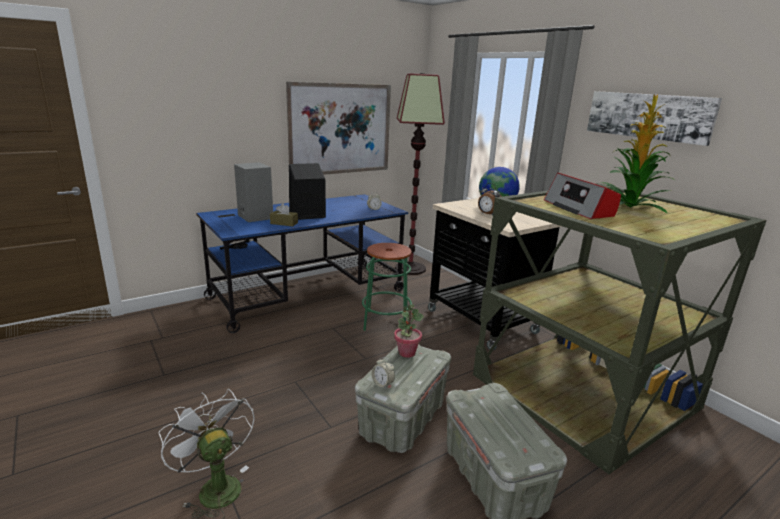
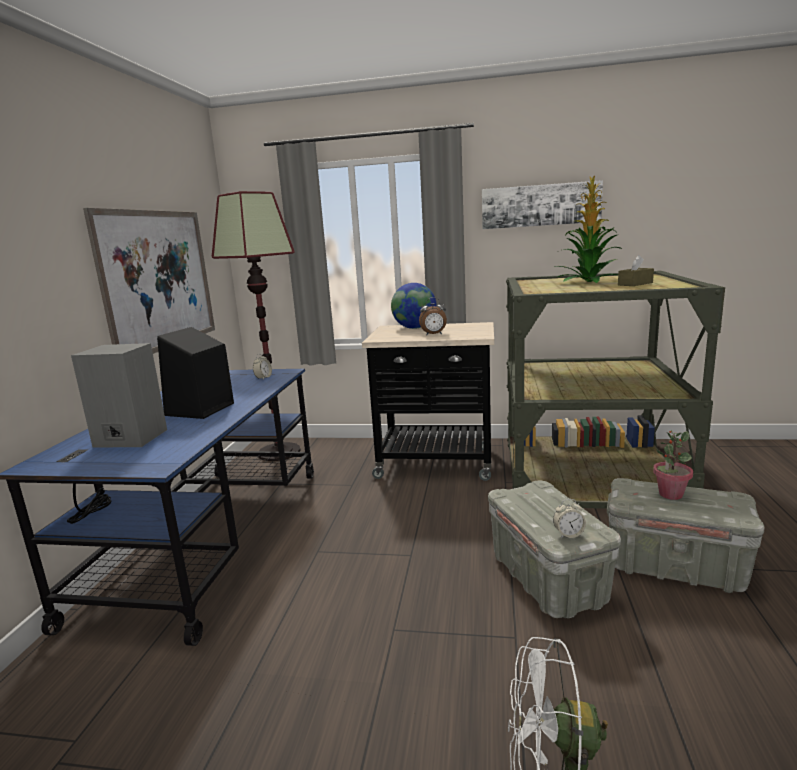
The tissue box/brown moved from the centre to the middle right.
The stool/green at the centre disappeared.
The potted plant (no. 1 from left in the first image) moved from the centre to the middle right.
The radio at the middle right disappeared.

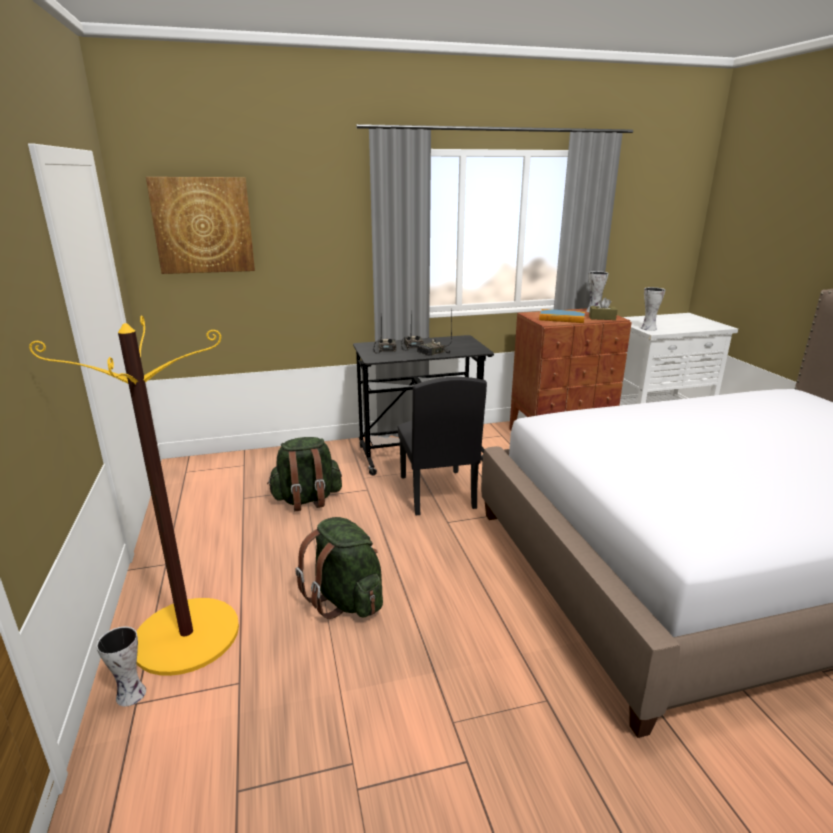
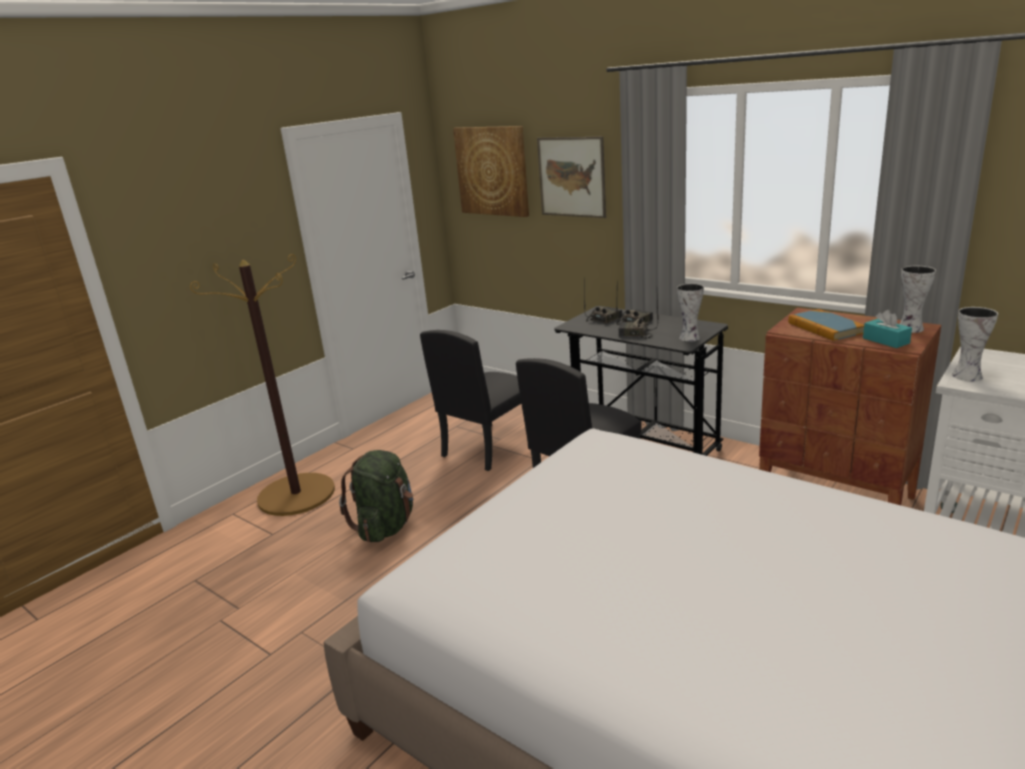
The clothes rack/yellow at the middle left became the clothes rack/brown at the middle left.
The vase (no. 1 from left) moved from the bottom left to the middle right.
The backpack/green (no. 1 from left) at the centre was replaced by the chair/black (no. 1 from left) at the centre.
The tissue box/brown at the middle right became the tissue box/turquoise at the middle right.
The picture (no. 2 from left) at the top centre appeared.

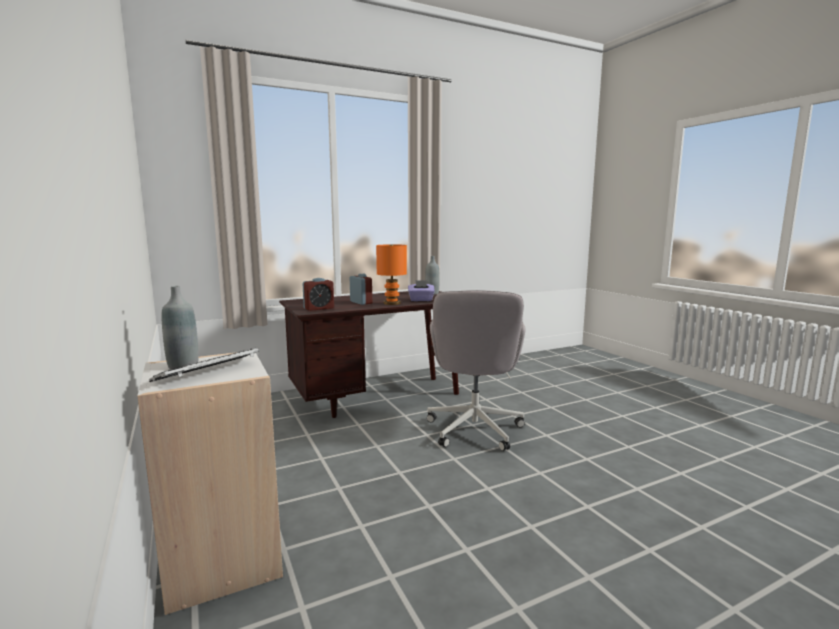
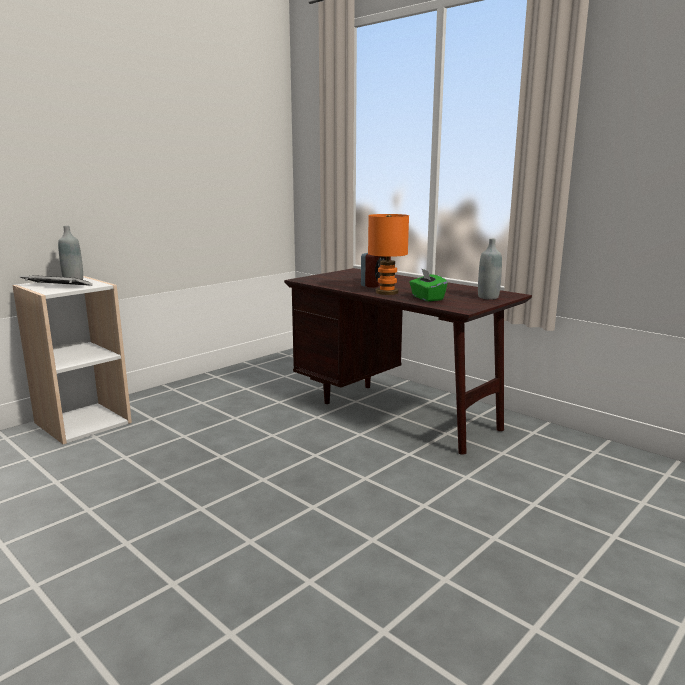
The alarm clock (no. 1 from left) at the centre disappeared.
The tissue box/purple at the centre became the tissue box/green at the centre.
The office chair/grey at the centre disappeared.

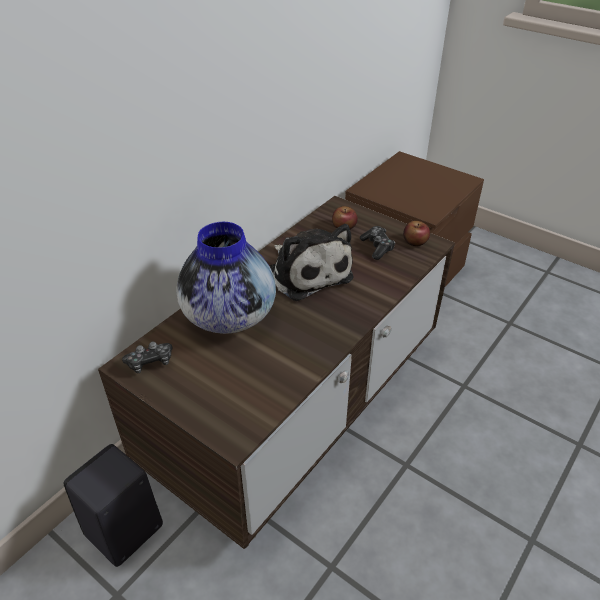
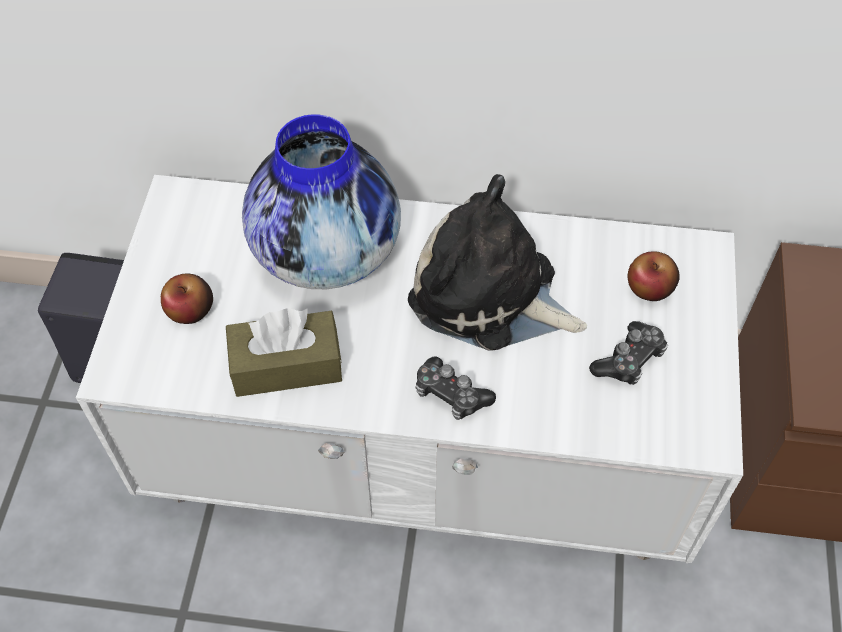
The tv stand/brown at the centre became the tv stand/white at the centre.
The game controller (no. 1 from left) moved from the middle left to the centre.
The plush toy at the centre turned 90 degrees clockwise.
The apple (no. 2 from left in the first image) moved from the middle right to the middle left.
The tissue box/brown at the centre appeared.

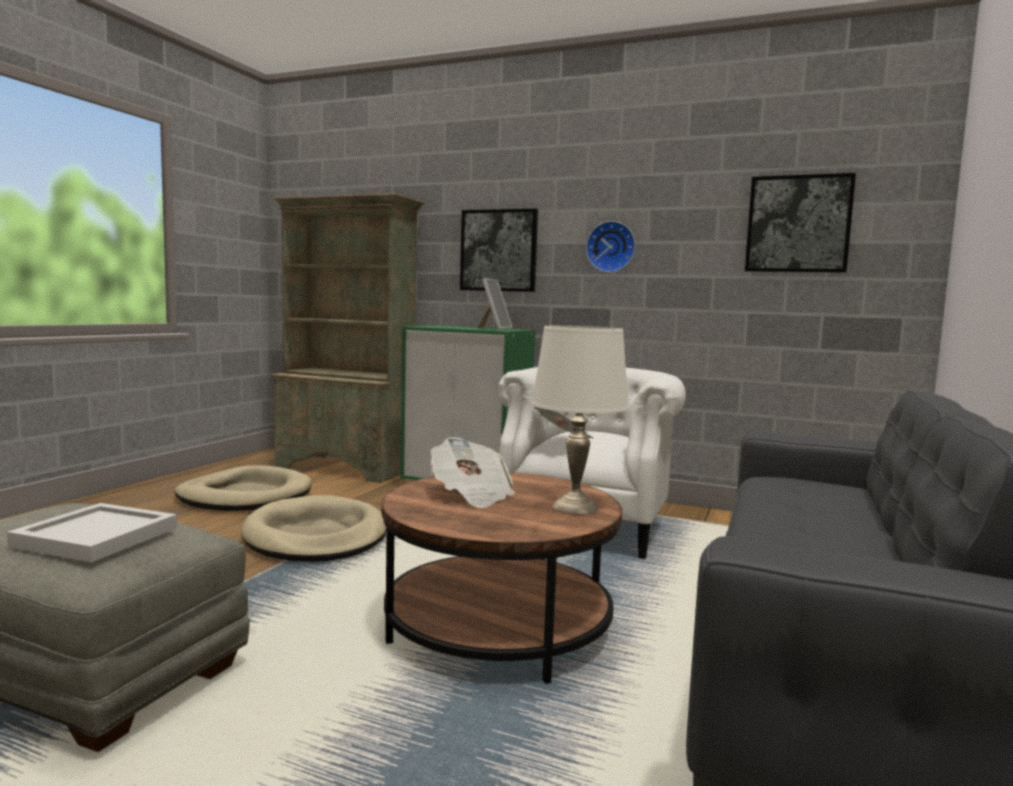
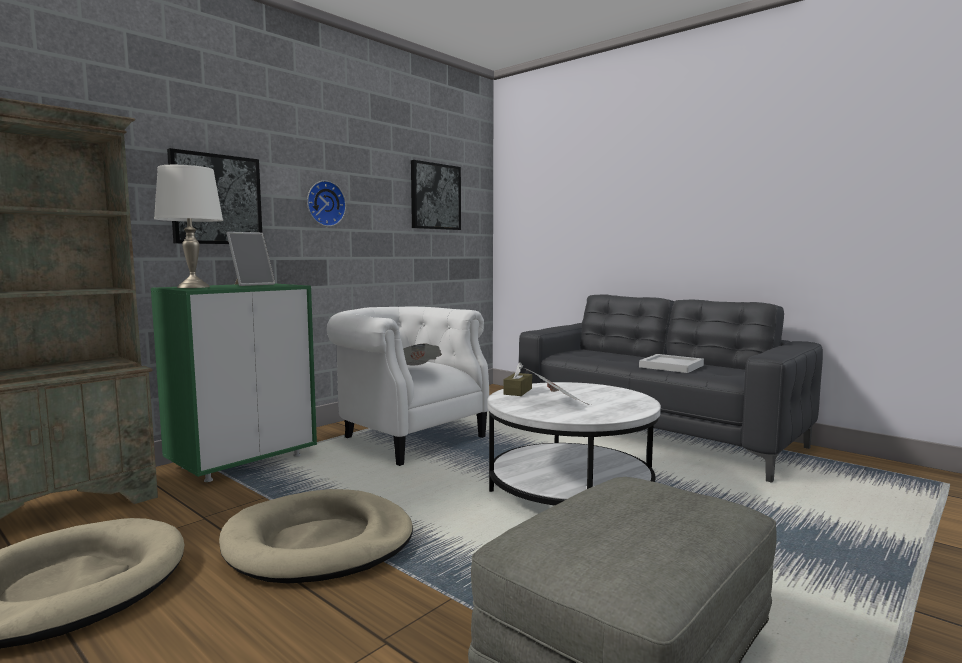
The tray/white moved from the bottom left to the middle right.
The coffee table/brown at the bottom centre became the coffee table/white at the bottom centre.
The picture frame at the centre turned 90 degrees clockwise.
The table lamp/white moved from the centre to the middle left.
The tissue box/brown at the centre appeared.

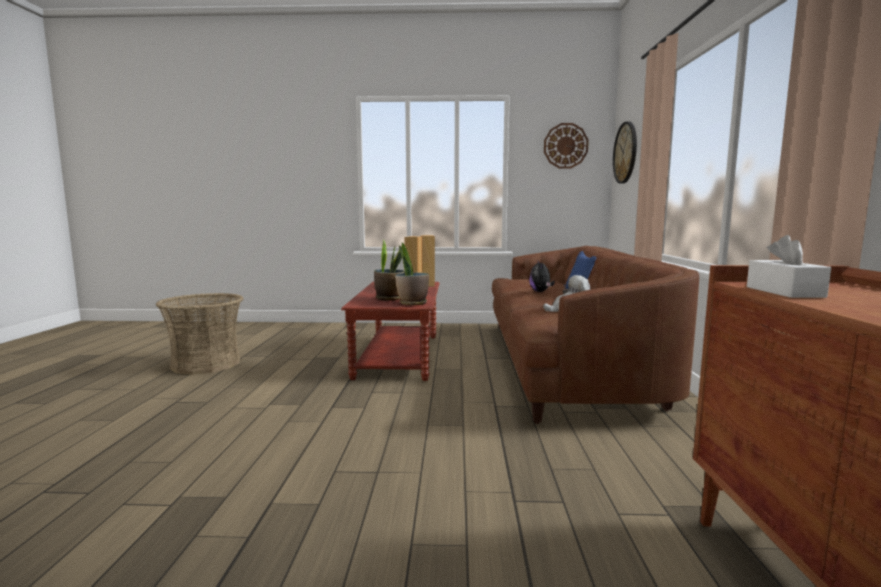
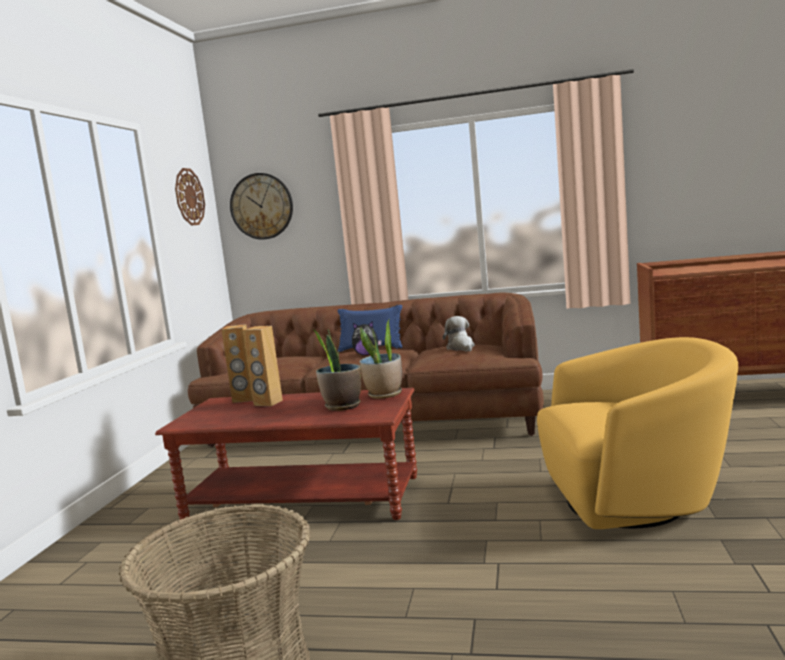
The tissue box/white at the middle right disappeared.
The armchair/yellow at the middle right appeared.

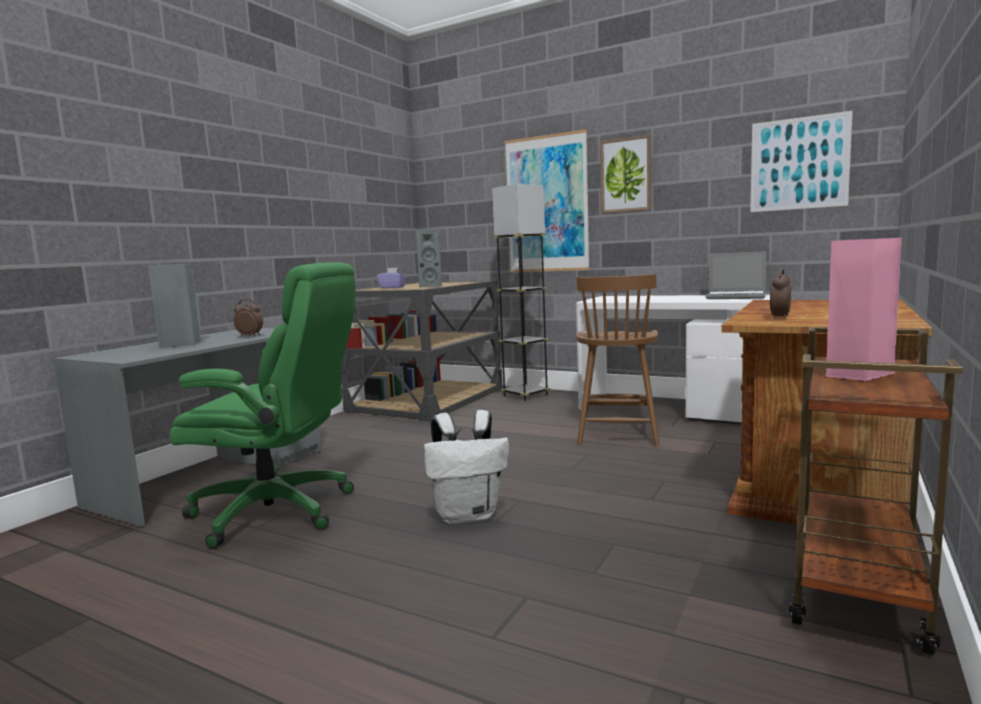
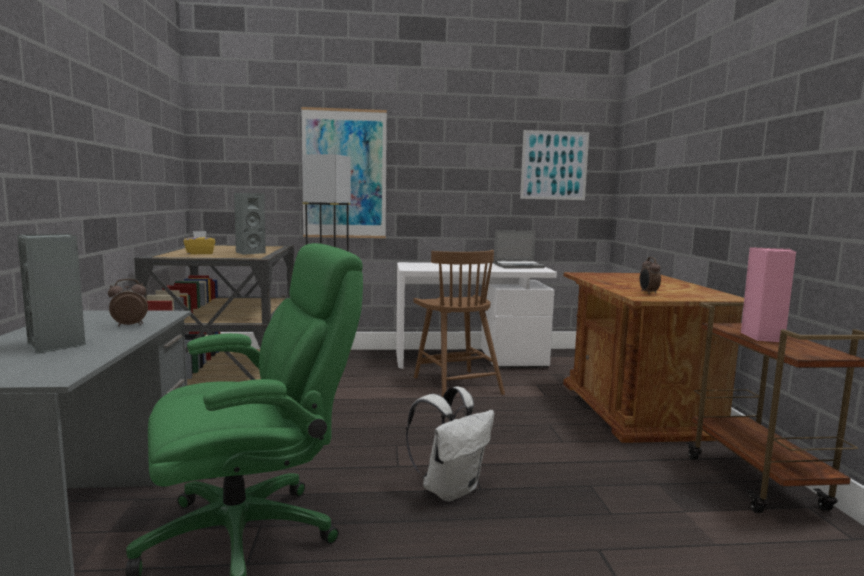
The tissue box/purple at the centre became the tissue box/yellow at the middle left.
The picture (no. 2 from left) at the top centre disappeared.

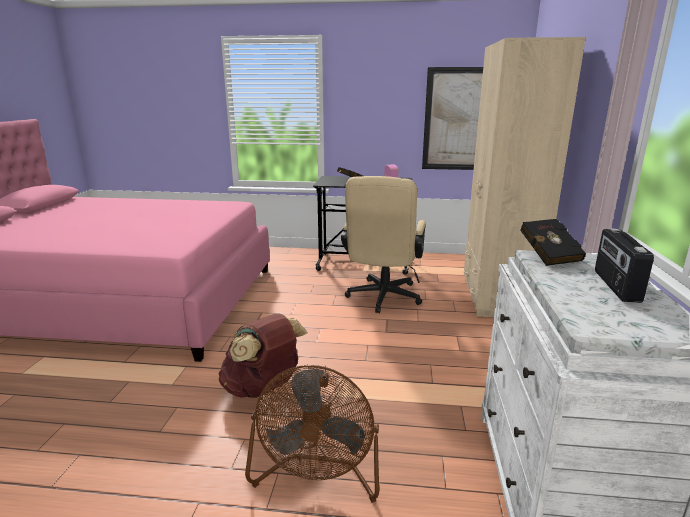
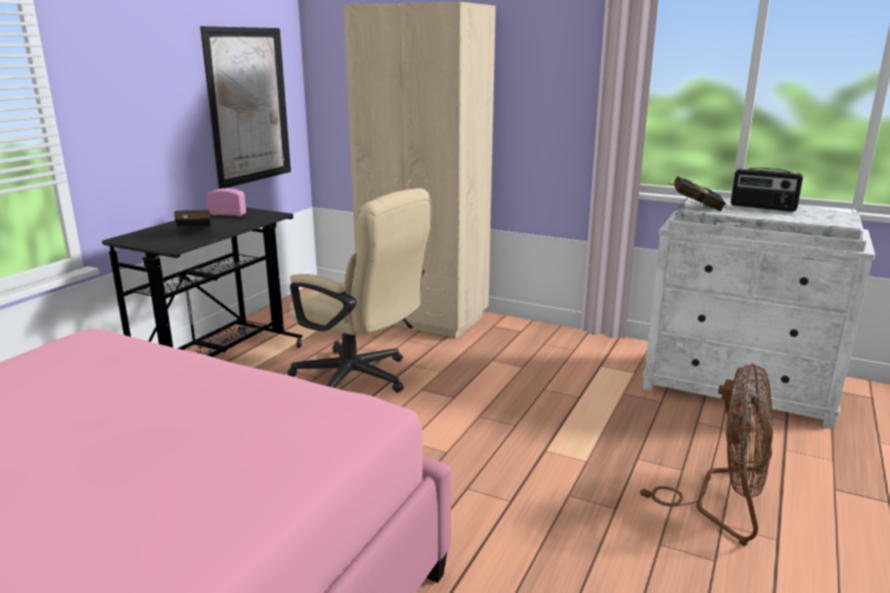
The backpack/brown at the bottom centre disappeared.

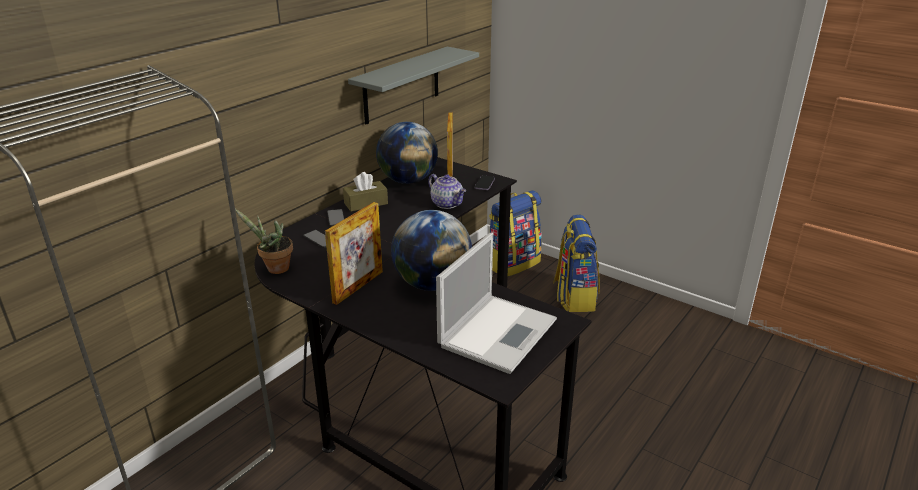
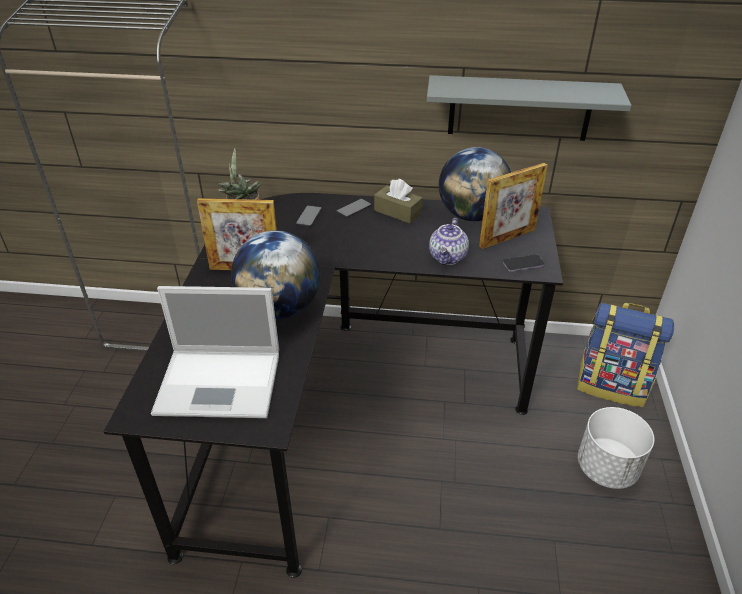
The backpack (no. 2 from left) at the centre was replaced by the planter/white at the bottom right.

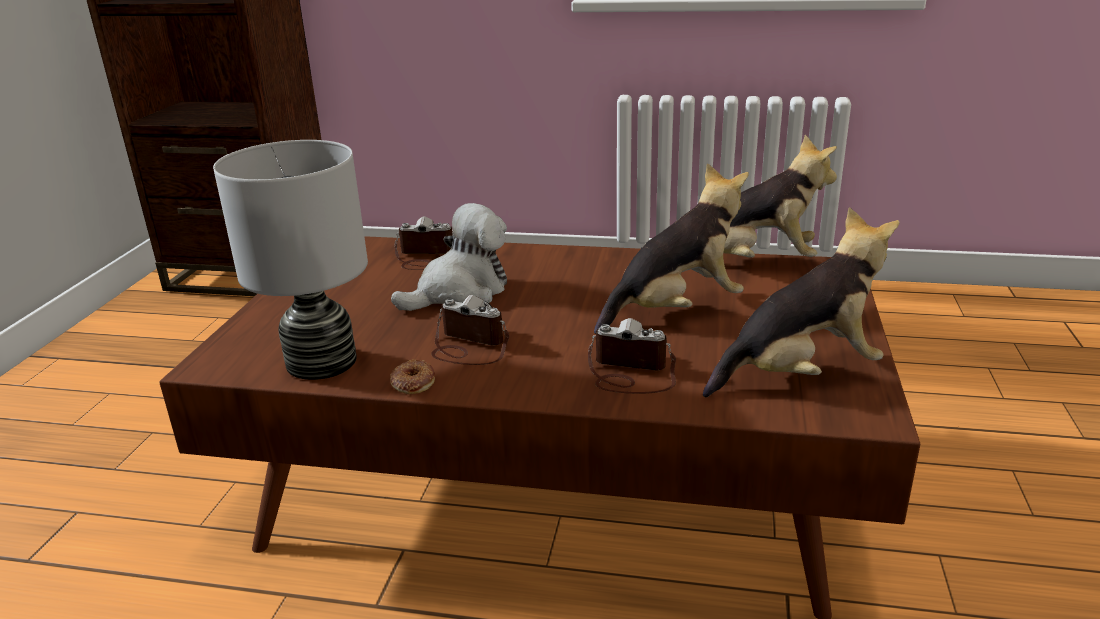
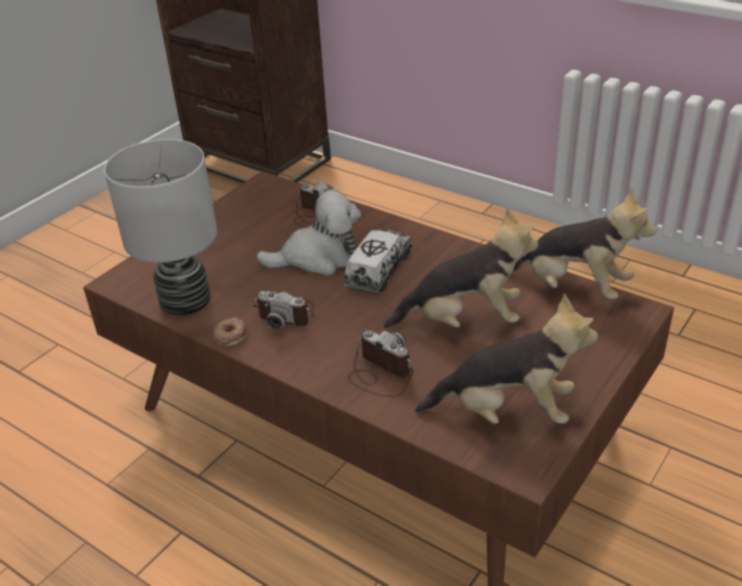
The photo camera (no. 2 from left in the first image) at the centre turned 150 degrees clockwise.
The toy truck at the centre appeared.

